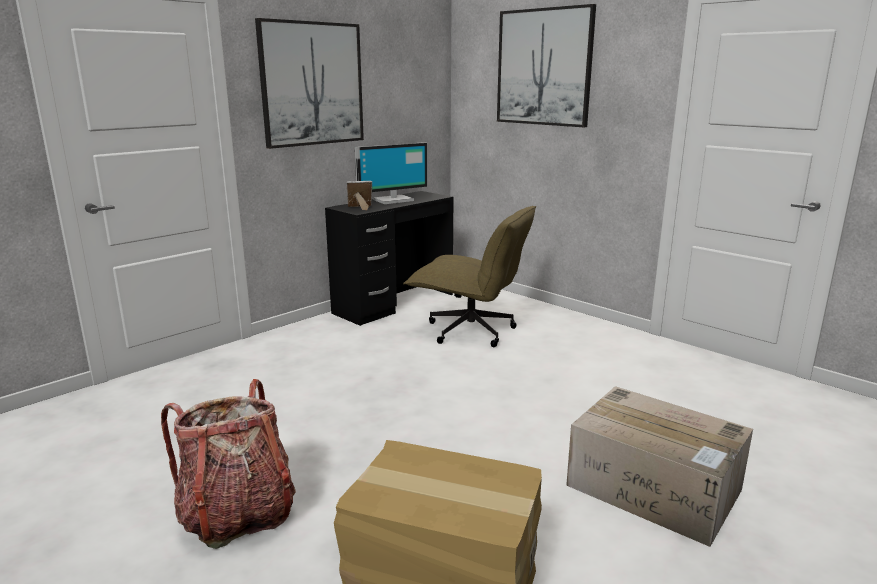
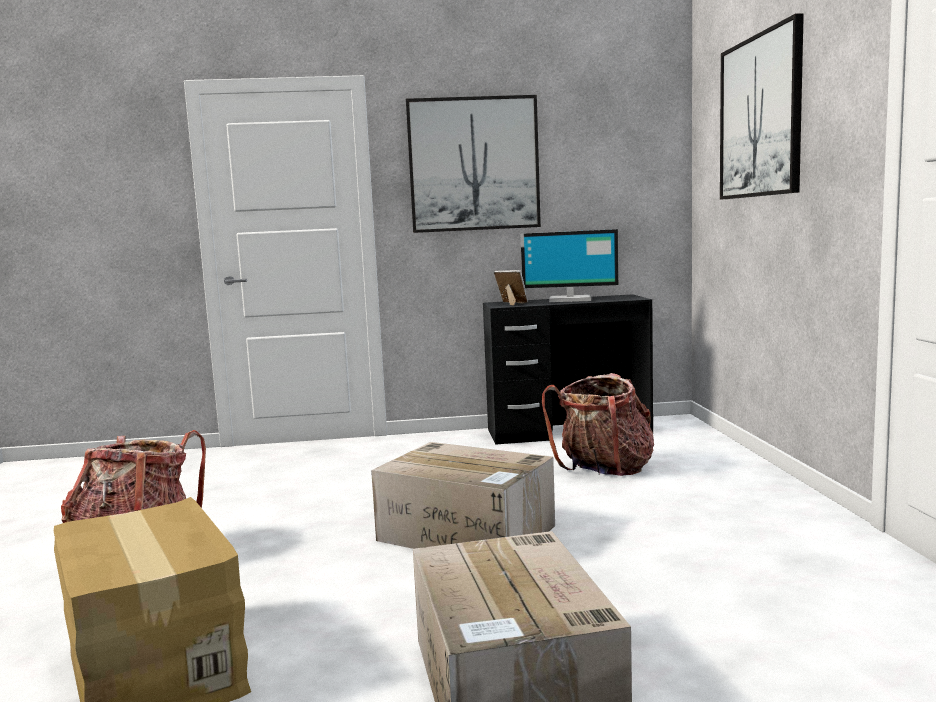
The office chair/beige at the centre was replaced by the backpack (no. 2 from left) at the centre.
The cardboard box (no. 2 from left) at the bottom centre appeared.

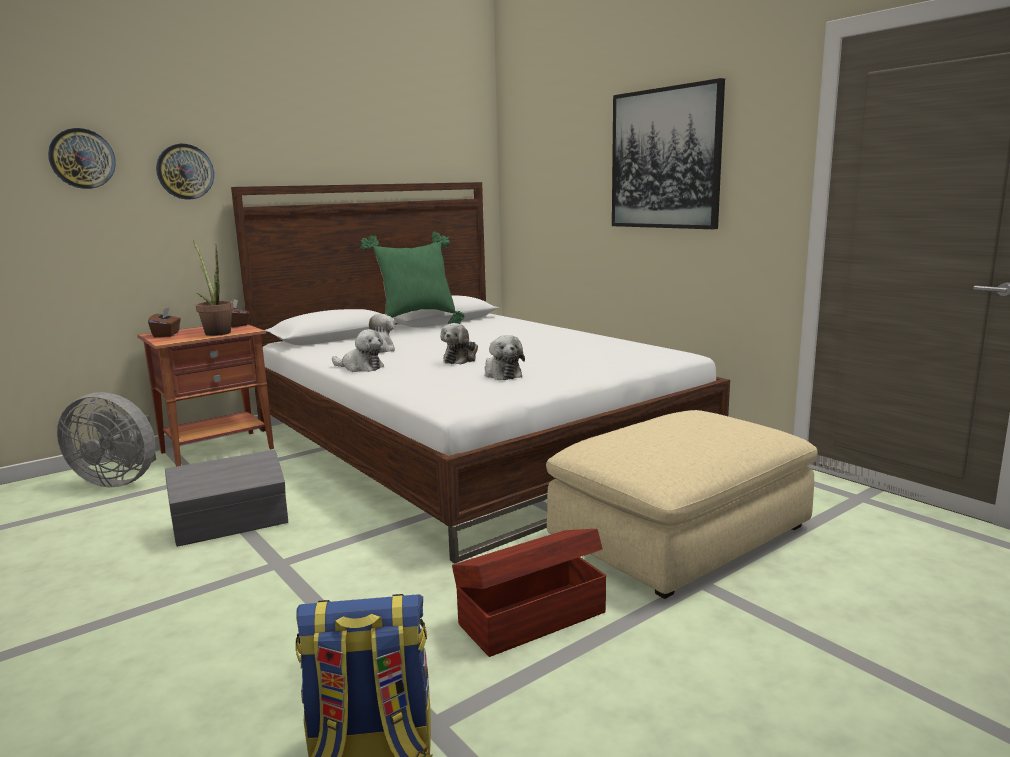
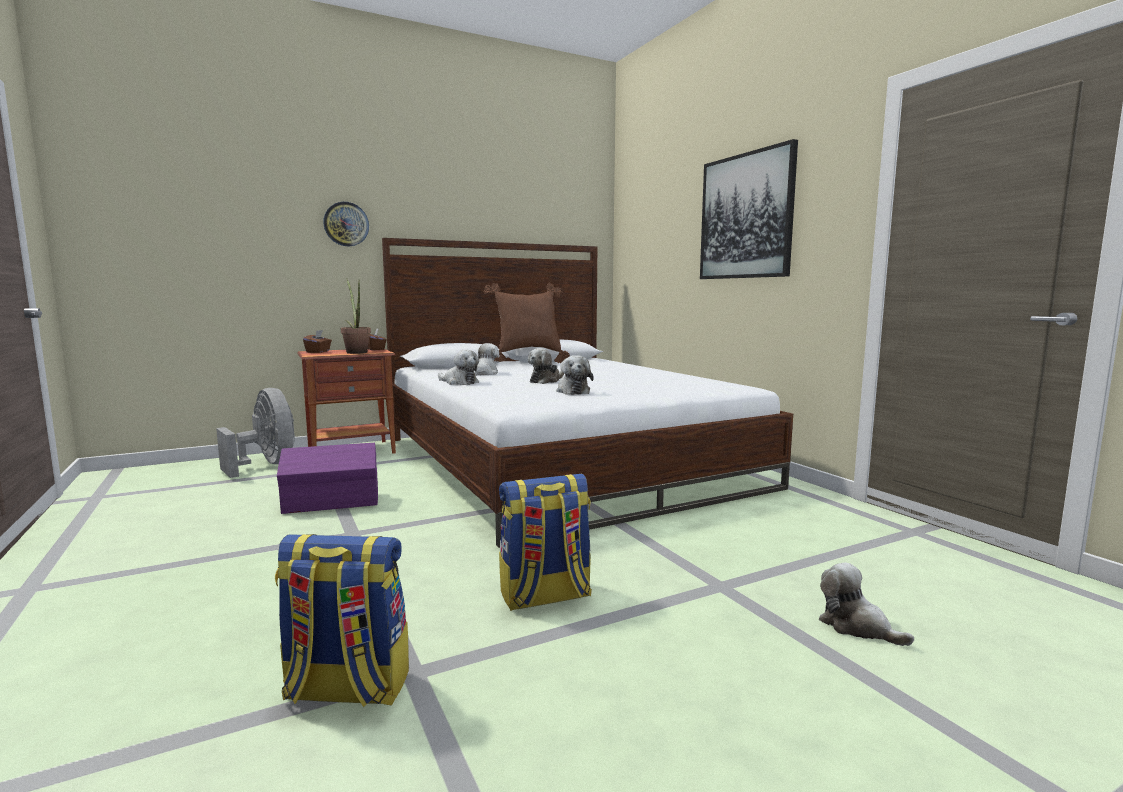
The wall clock (no. 1 from left) at the top left disappeared.
The fan/grey at the middle left turned 150 degrees counterclockwise.
The storage box/grey at the middle left became the storage box/purple at the middle left.
The pillow/green at the centre became the pillow/brown at the centre.
The storage box/brown at the bottom centre was replaced by the backpack (no. 2 from left) at the bottom centre.
The ottoman/beige at the middle right disappeared.
The plush toy (no. 5 from left) at the bottom right appeared.

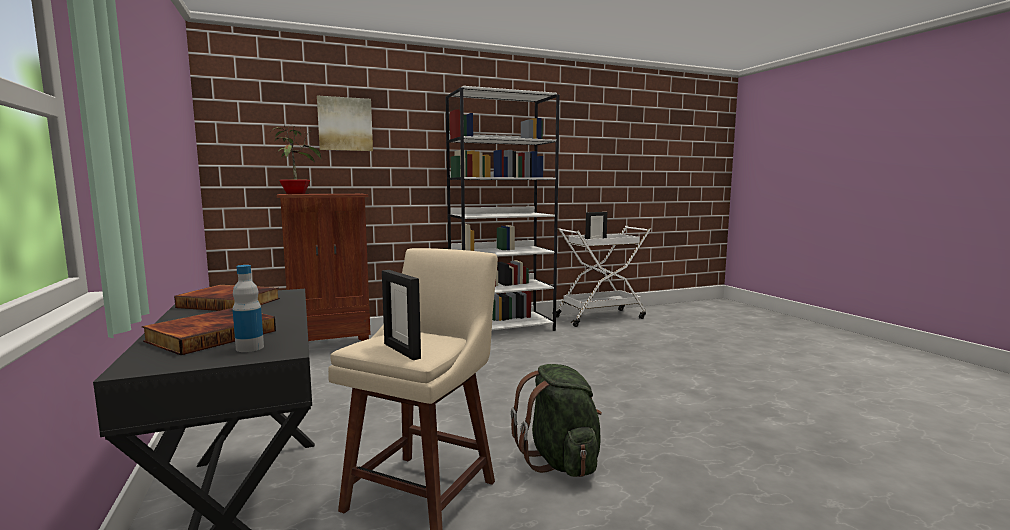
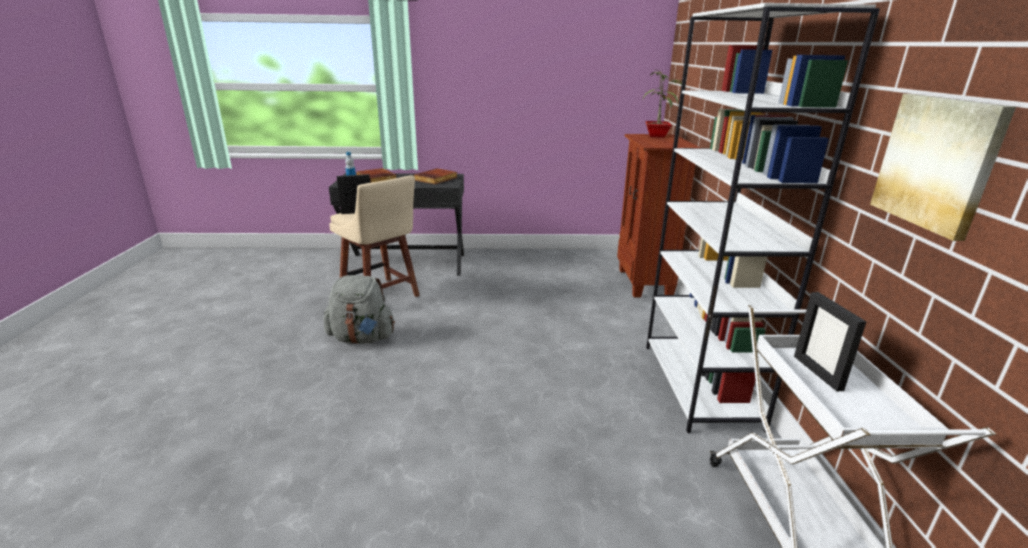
The picture moved from the top centre to the top right.
The backpack/green at the bottom centre became the backpack/grey at the centre.

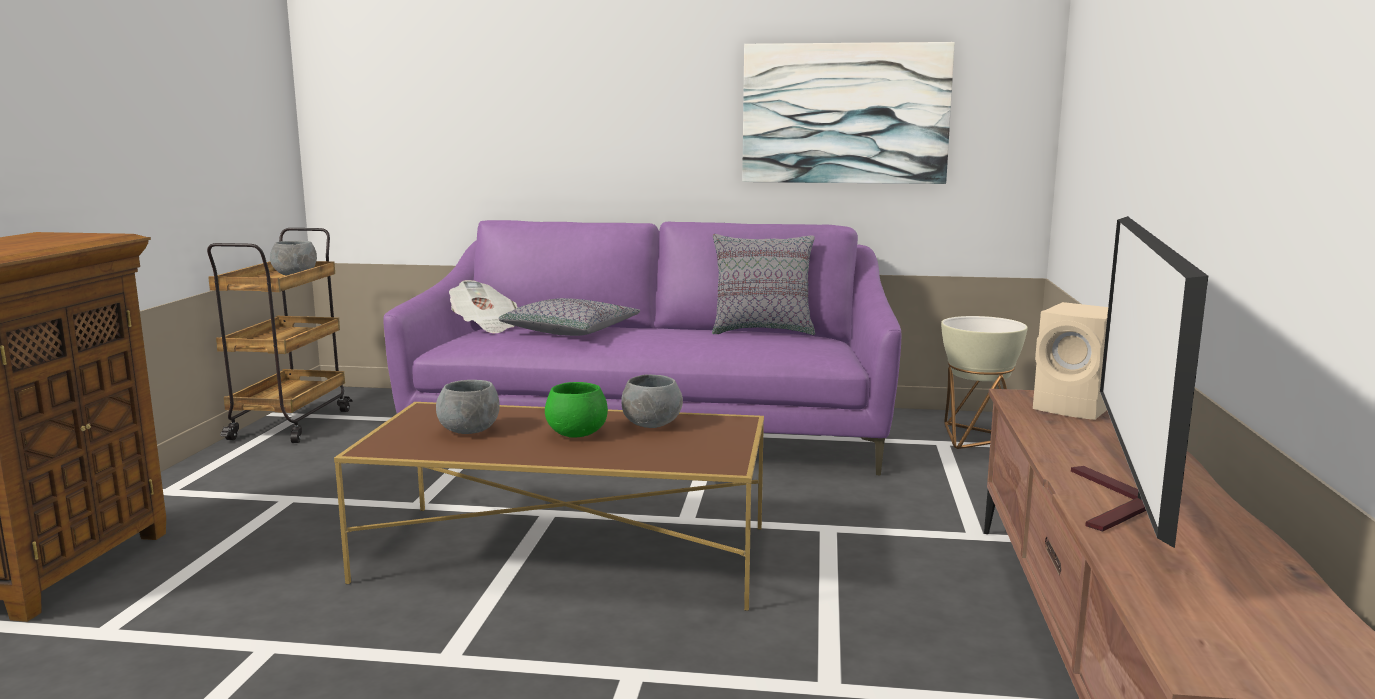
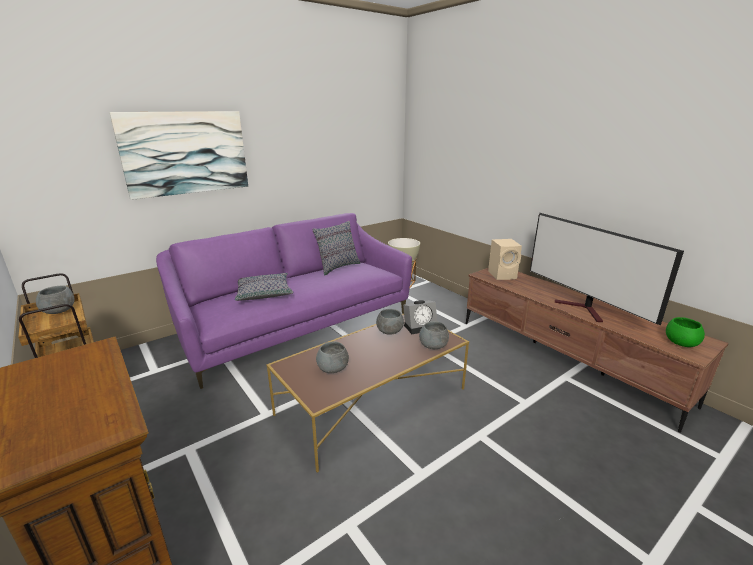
The newspaper at the centre disappeared.
The bowl/green moved from the centre to the middle right.
The picture moved from the top centre to the top left.
The alarm clock at the centre appeared.
The bowl/grey (no. 4 from left) at the centre appeared.

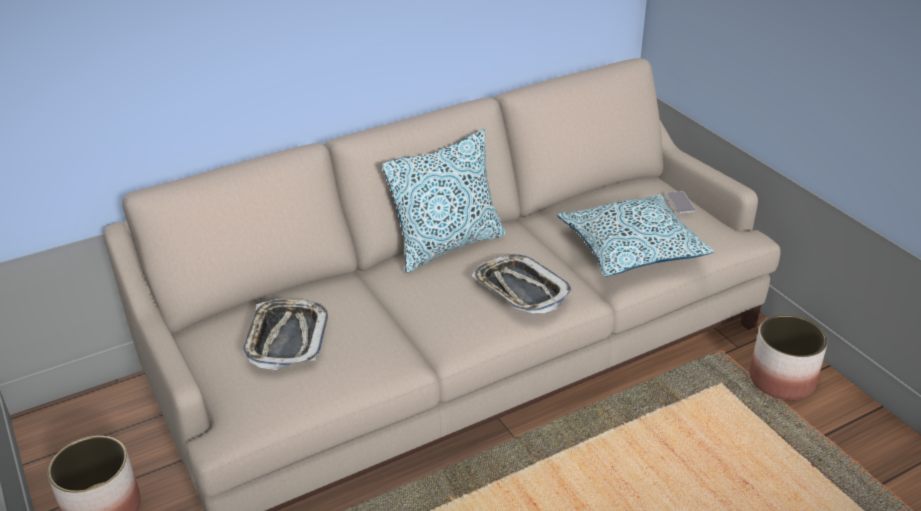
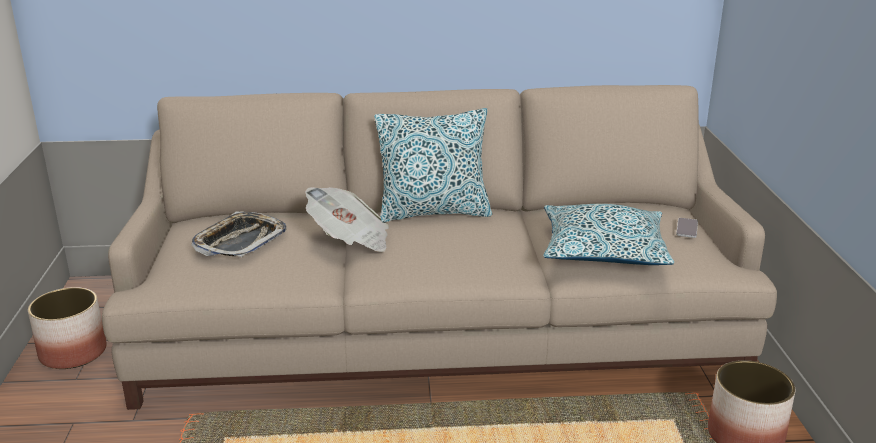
The tray (no. 2 from left) at the centre disappeared.
The newspaper at the centre appeared.

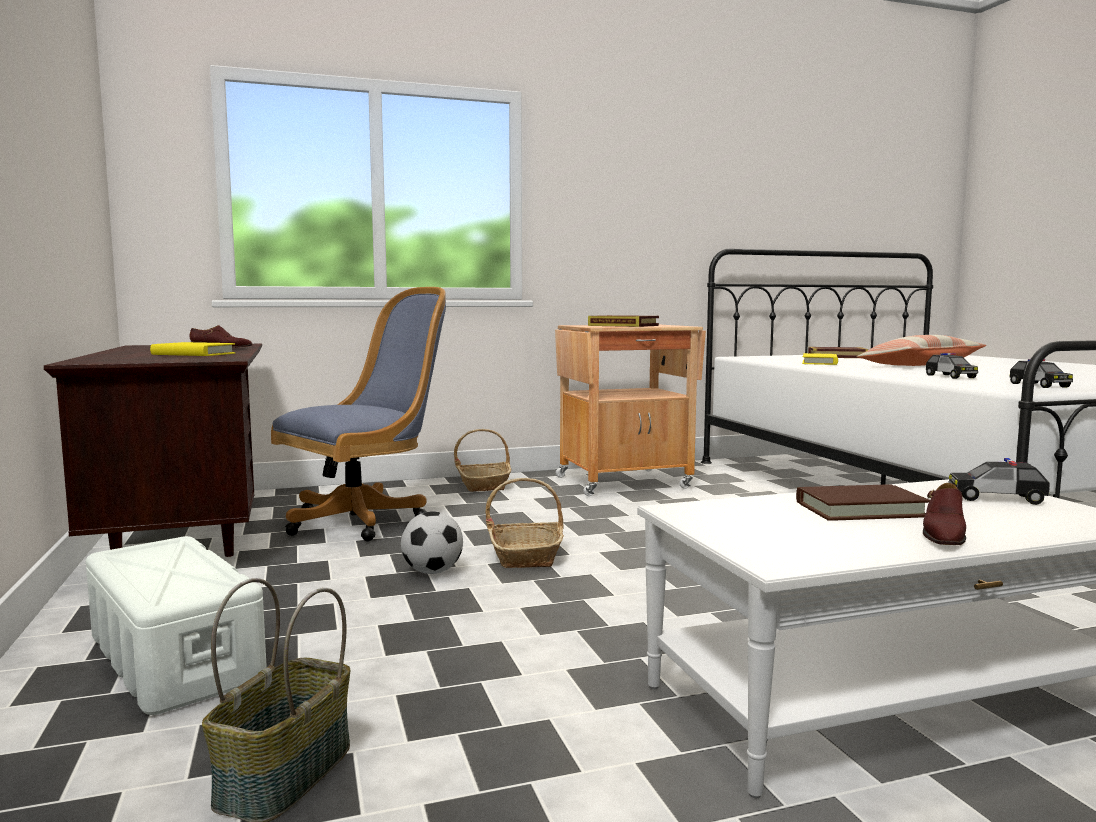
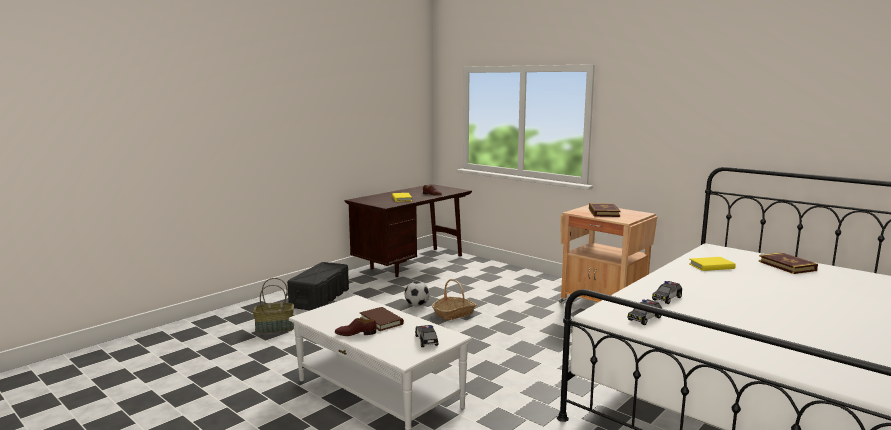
The storage box/white at the bottom left became the storage box/black at the centre.
The office chair/blue at the middle left disappeared.
The basket (no. 2 from left) at the centre disappeared.
The pillow at the middle right disappeared.

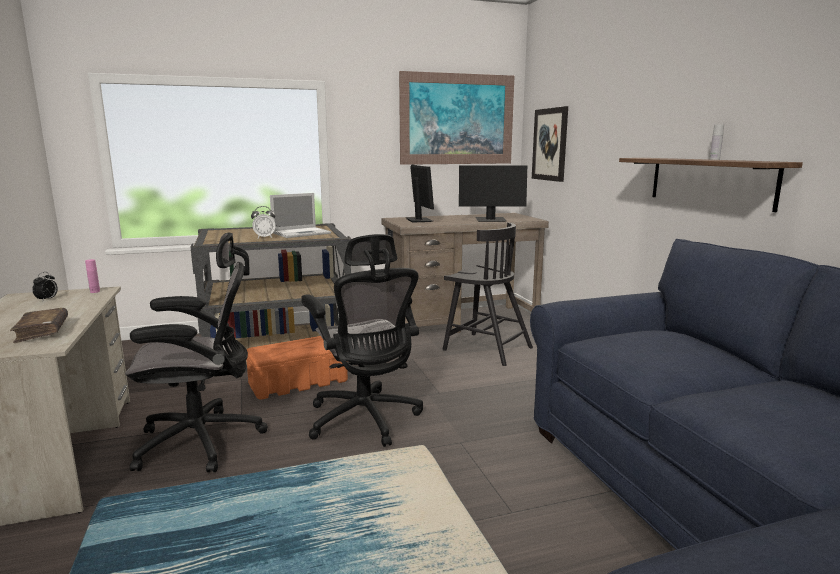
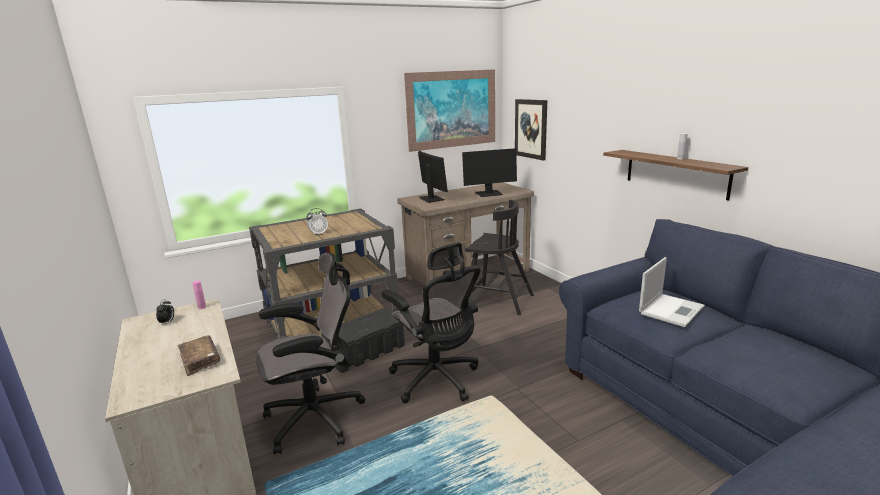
The storage box/orange at the centre became the storage box/black at the bottom centre.
The laptop moved from the centre to the middle right.

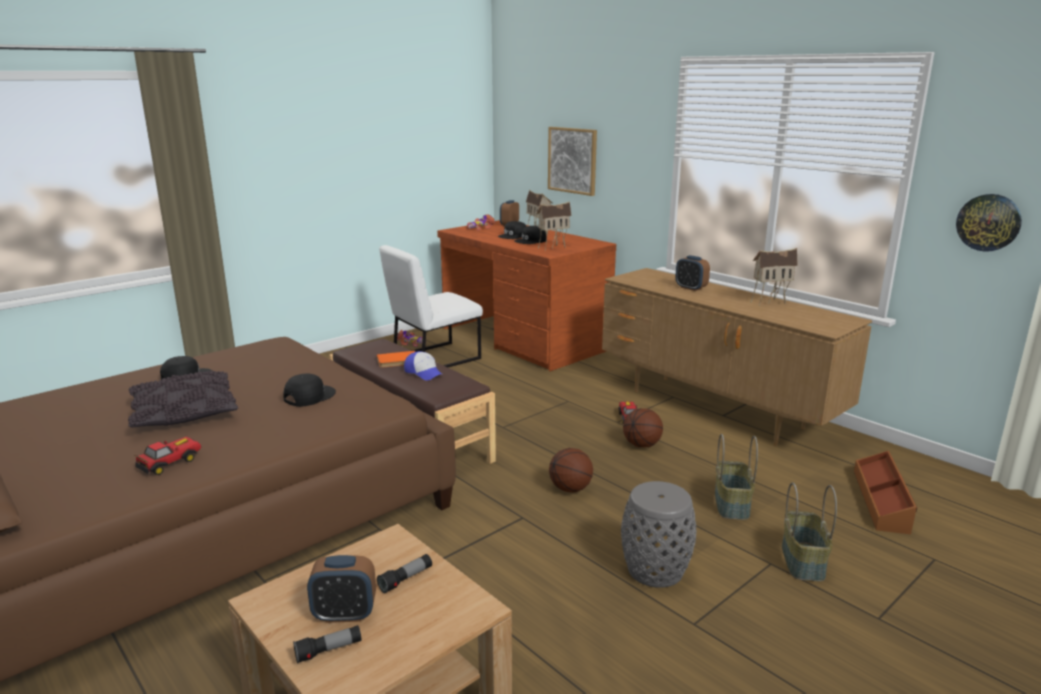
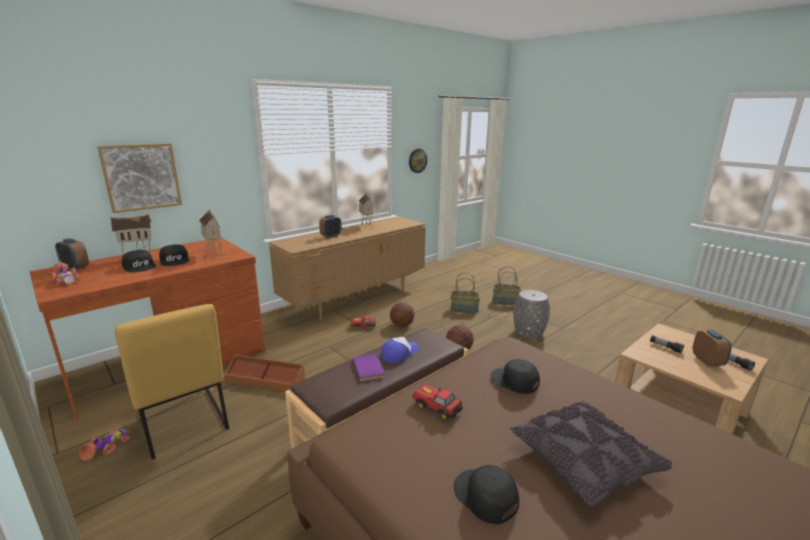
The toy car (no. 1 from left in the first image) moved from the middle left to the bottom centre.
The book/orange at the centre became the book/purple at the bottom centre.
The chair/white at the centre became the chair/yellow at the bottom left.
The storage box/brown moved from the bottom right to the bottom left.

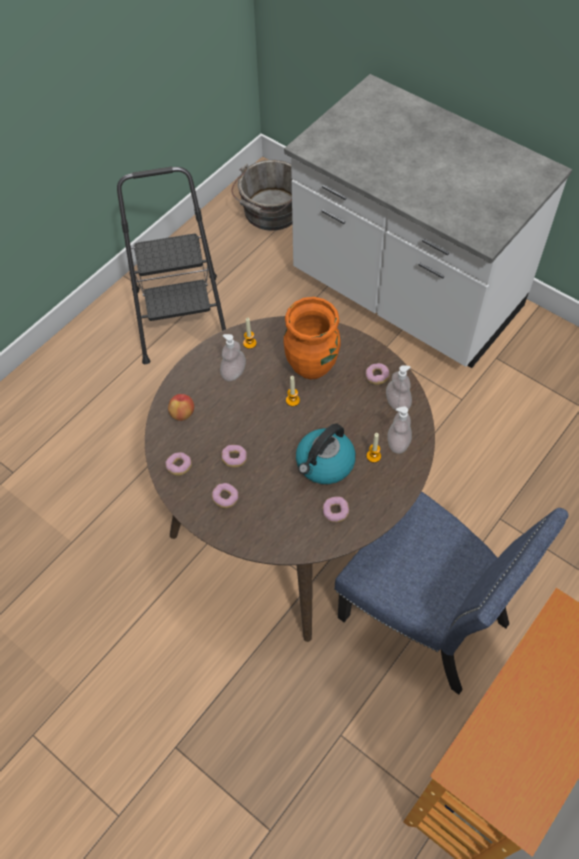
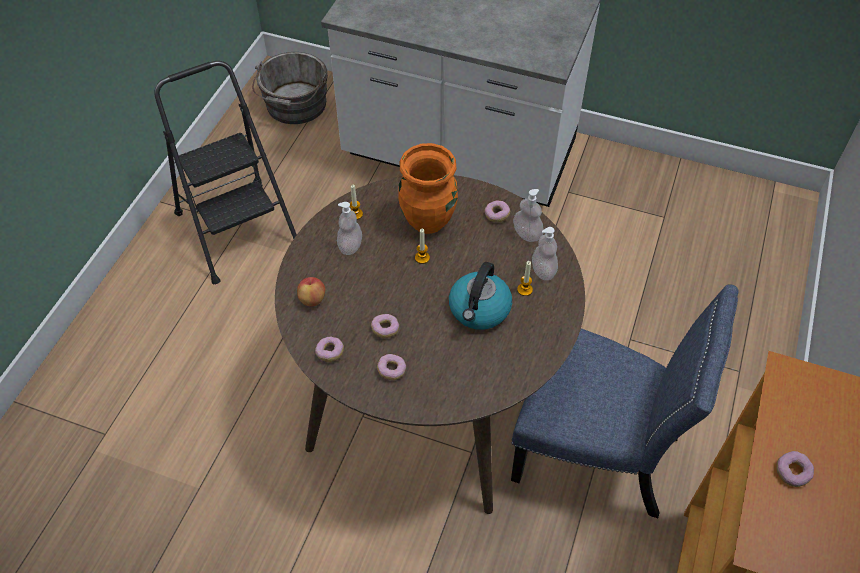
The donut (no. 4 from left in the first image) moved from the centre to the bottom right.

